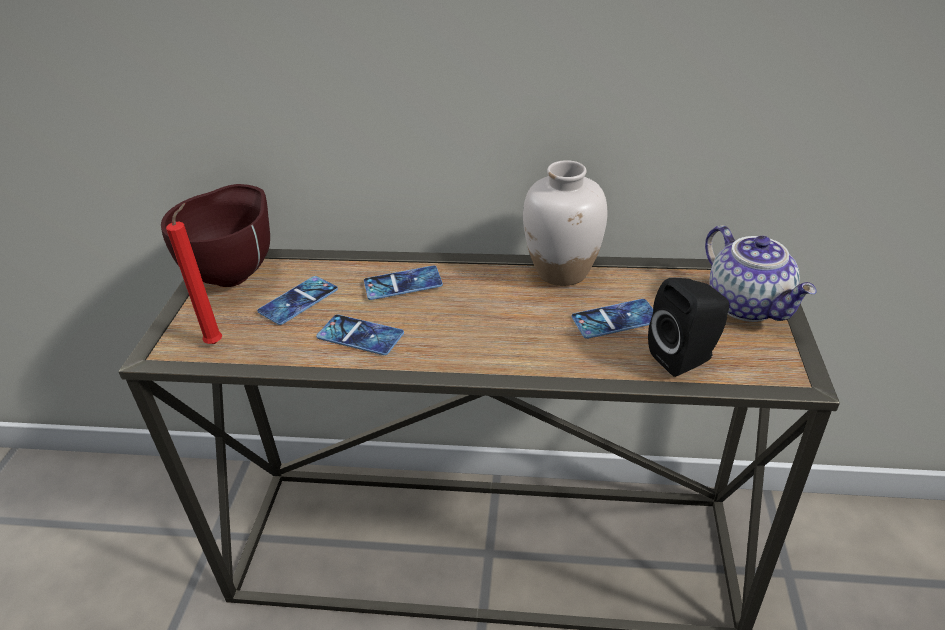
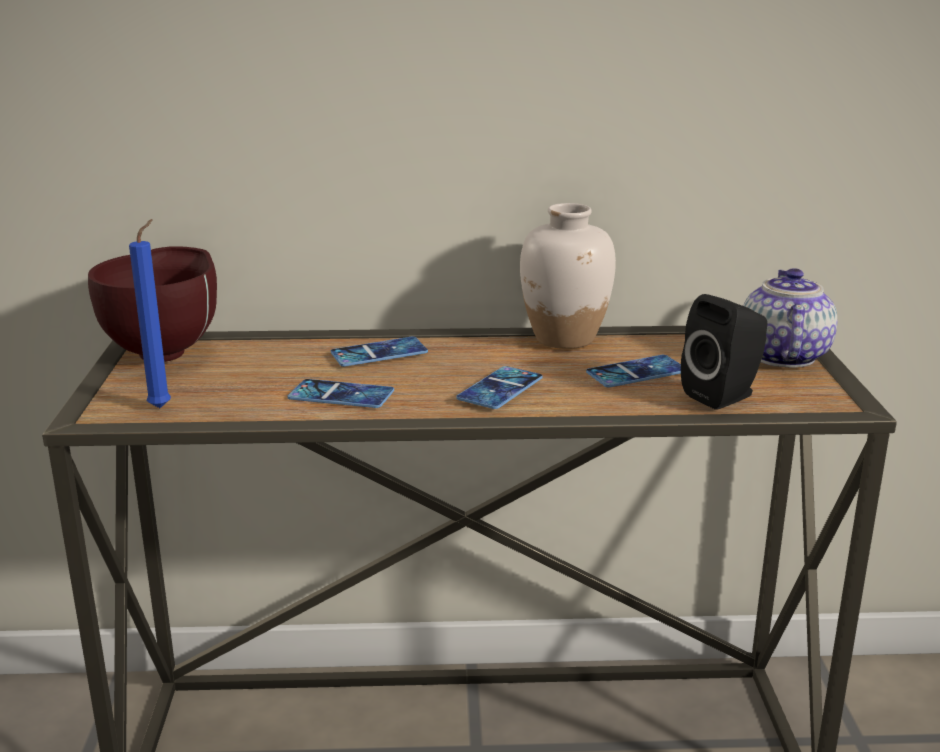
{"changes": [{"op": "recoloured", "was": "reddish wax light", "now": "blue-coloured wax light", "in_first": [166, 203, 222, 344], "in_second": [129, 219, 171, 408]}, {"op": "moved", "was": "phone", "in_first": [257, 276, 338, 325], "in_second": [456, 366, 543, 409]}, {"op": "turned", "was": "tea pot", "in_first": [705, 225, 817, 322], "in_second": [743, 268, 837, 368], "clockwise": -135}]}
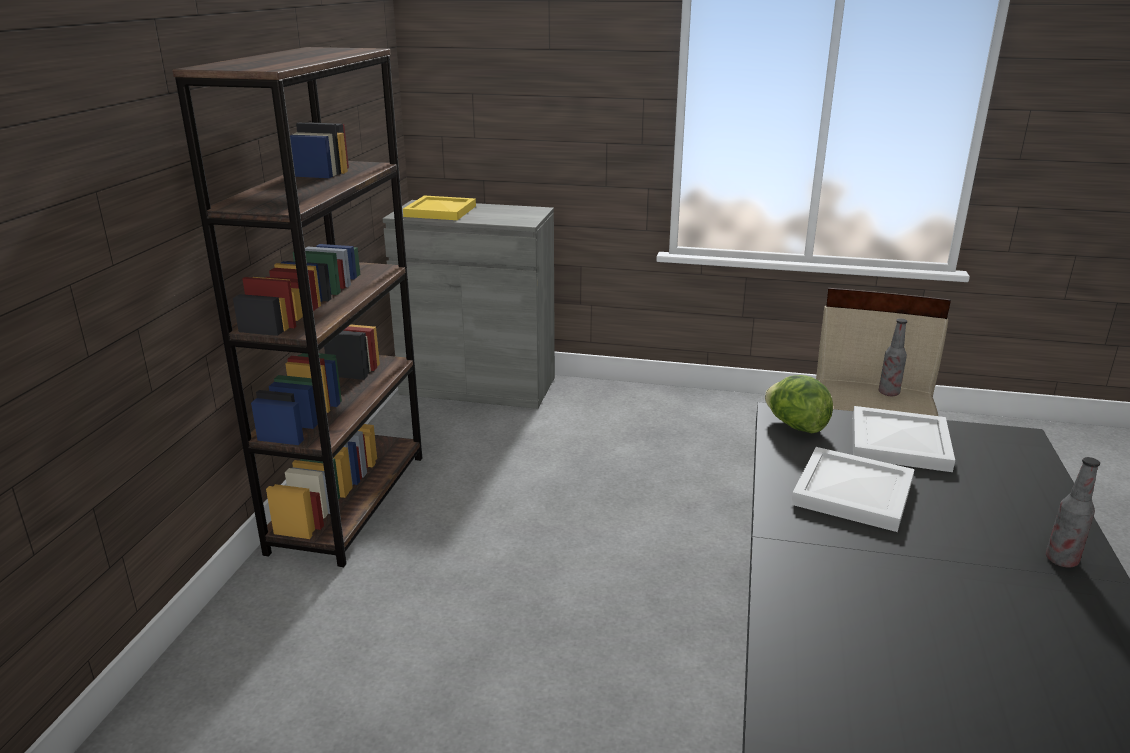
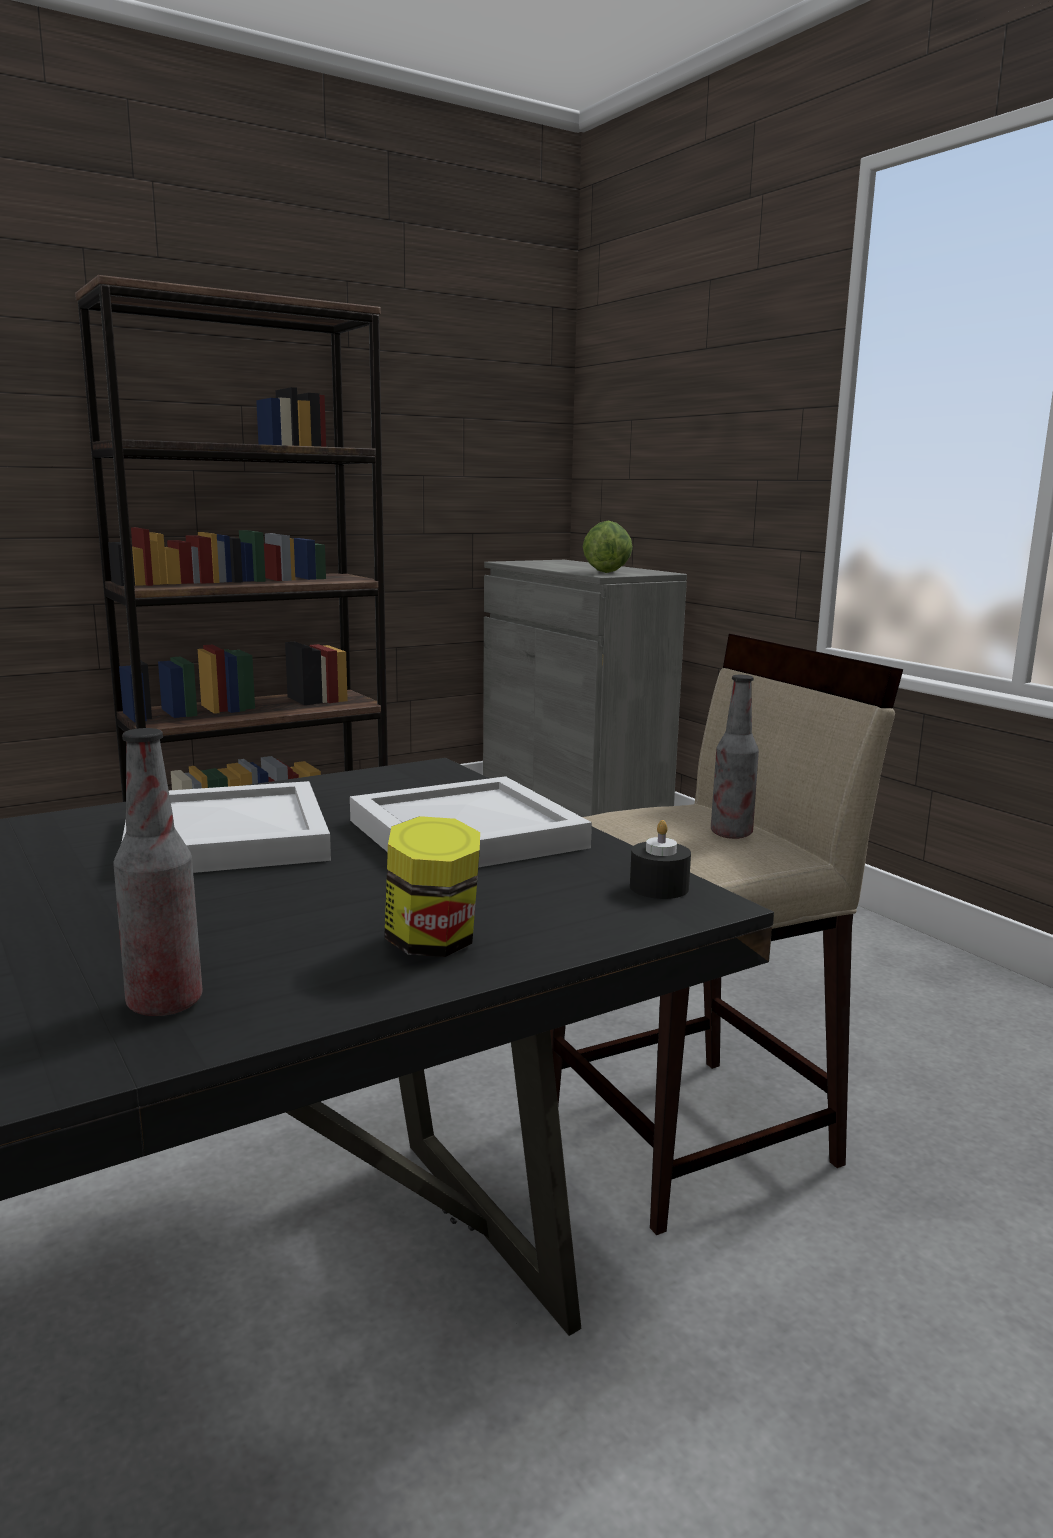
{"changes": [{"op": "added", "now": "jar", "in_second": [384, 816, 480, 957]}, {"op": "moved", "was": "head of lettuce", "in_first": [765, 375, 833, 433], "in_second": [583, 520, 633, 573]}, {"op": "added", "now": "black wax light", "in_second": [630, 820, 691, 899]}, {"op": "removed", "was": "yellowish tray", "in_first": [403, 196, 476, 220]}]}
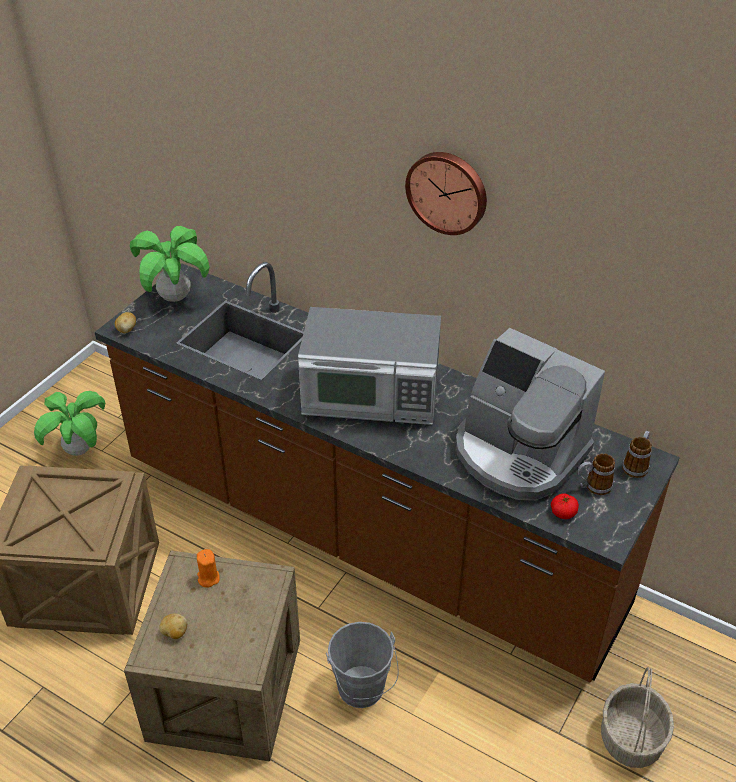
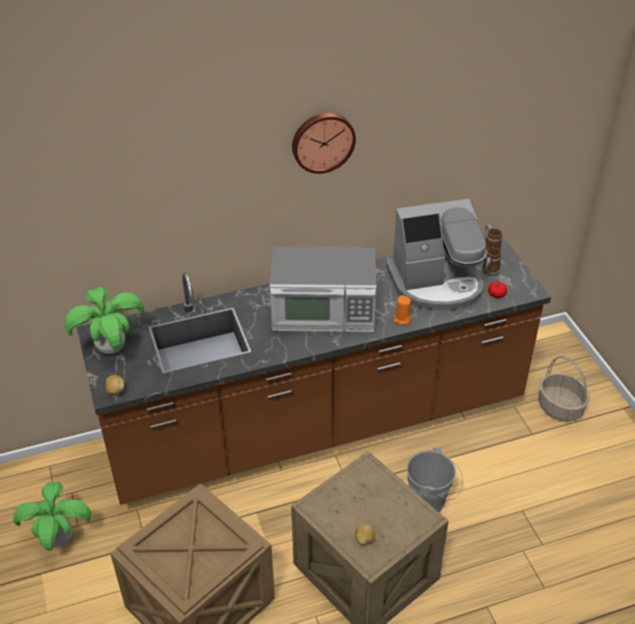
{"changes": [{"op": "turned", "was": "microwave", "in_first": [298, 307, 441, 425], "in_second": [270, 247, 376, 332], "clockwise": 45}, {"op": "moved", "was": "orange-coloured wax light", "in_first": [197, 549, 220, 588], "in_second": [394, 295, 411, 325]}]}
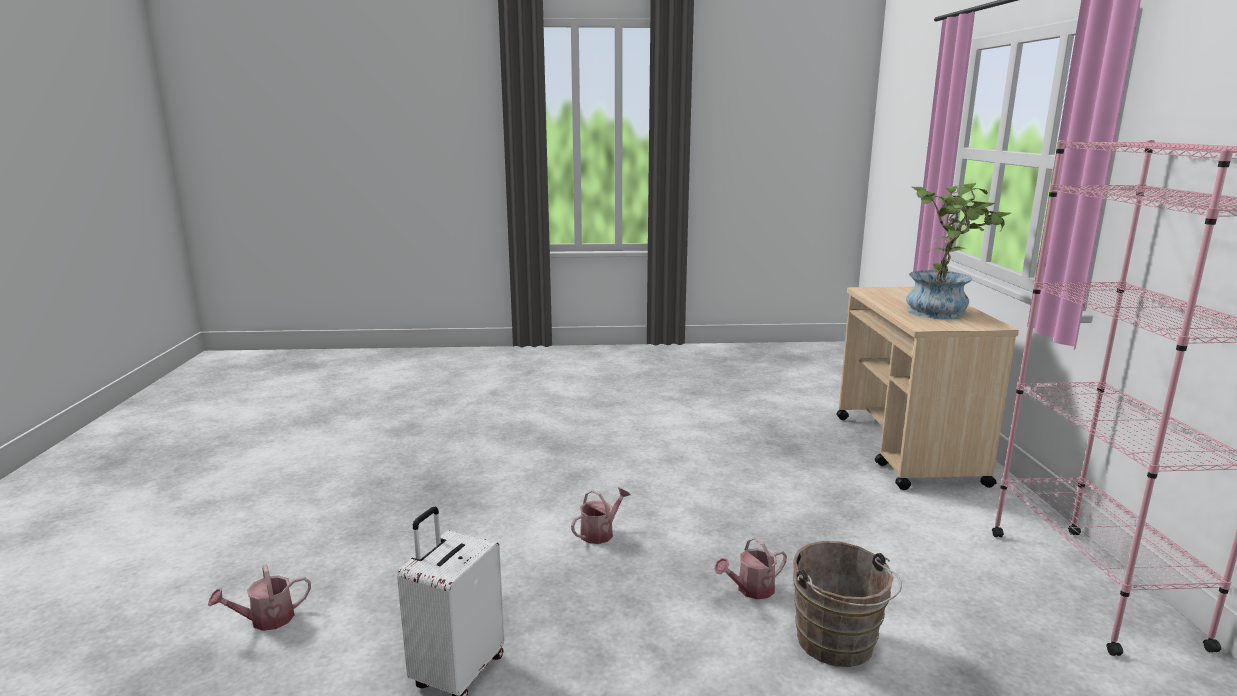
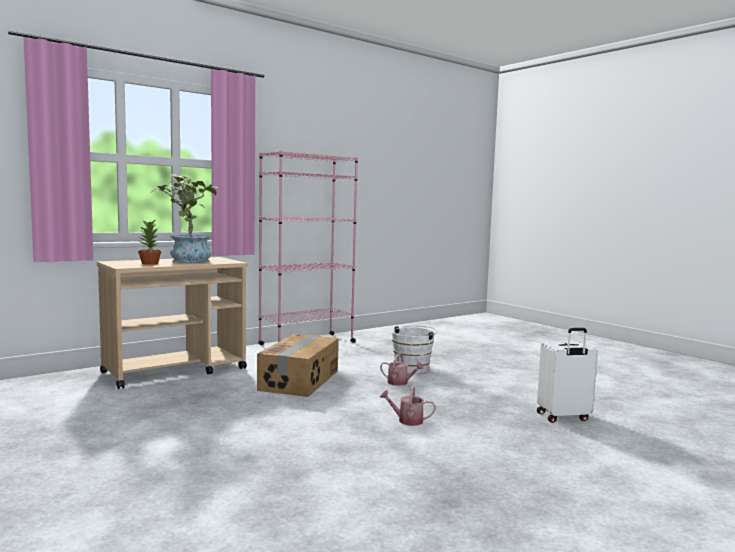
{"changes": [{"op": "added", "now": "plant in a pot", "in_second": [138, 220, 161, 265]}, {"op": "added", "now": "packing box", "in_second": [257, 334, 339, 397]}, {"op": "recoloured", "was": "brown bucket", "now": "white-coloured bucket", "in_first": [793, 541, 902, 667], "in_second": [392, 326, 438, 374]}, {"op": "removed", "was": "sprinkling can", "in_first": [208, 564, 311, 631]}]}
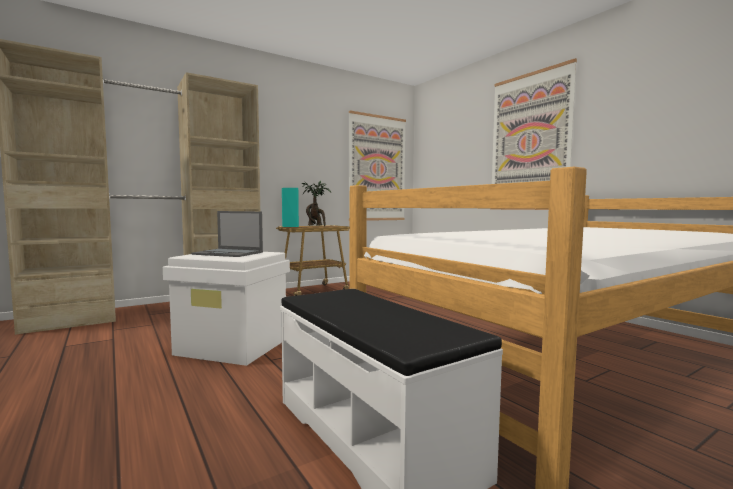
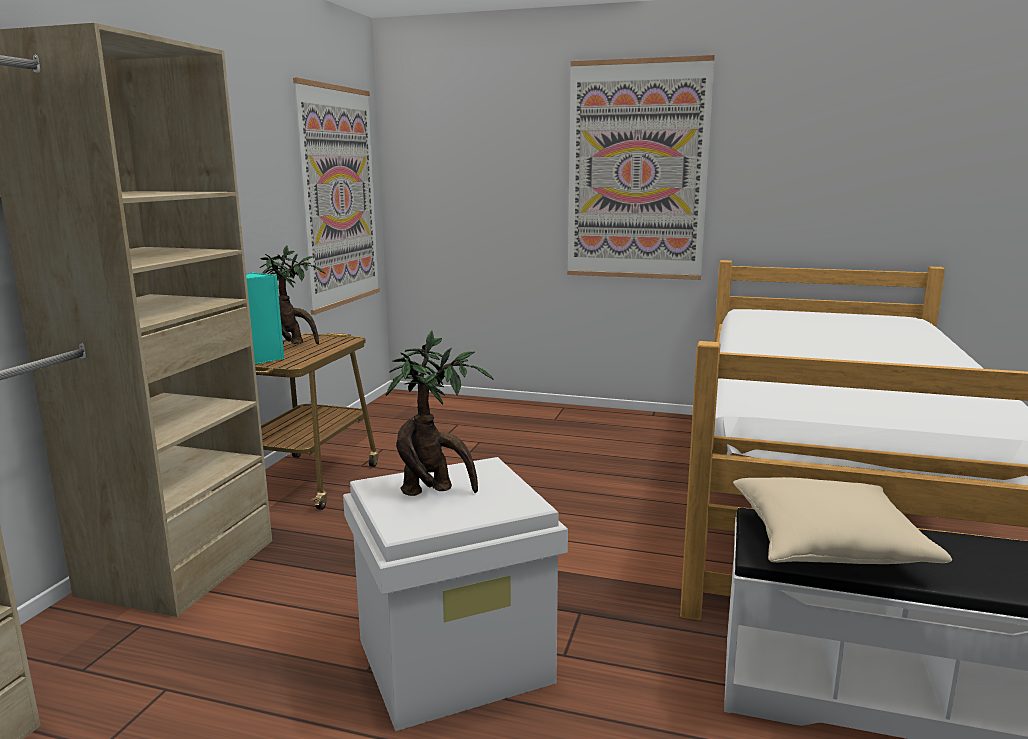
{"changes": [{"op": "replaced", "was": "portable computer", "now": "plant in a pot", "in_first": [191, 211, 263, 257], "in_second": [386, 330, 493, 496]}, {"op": "added", "now": "beige-coloured pillow", "in_second": [733, 477, 952, 564]}]}
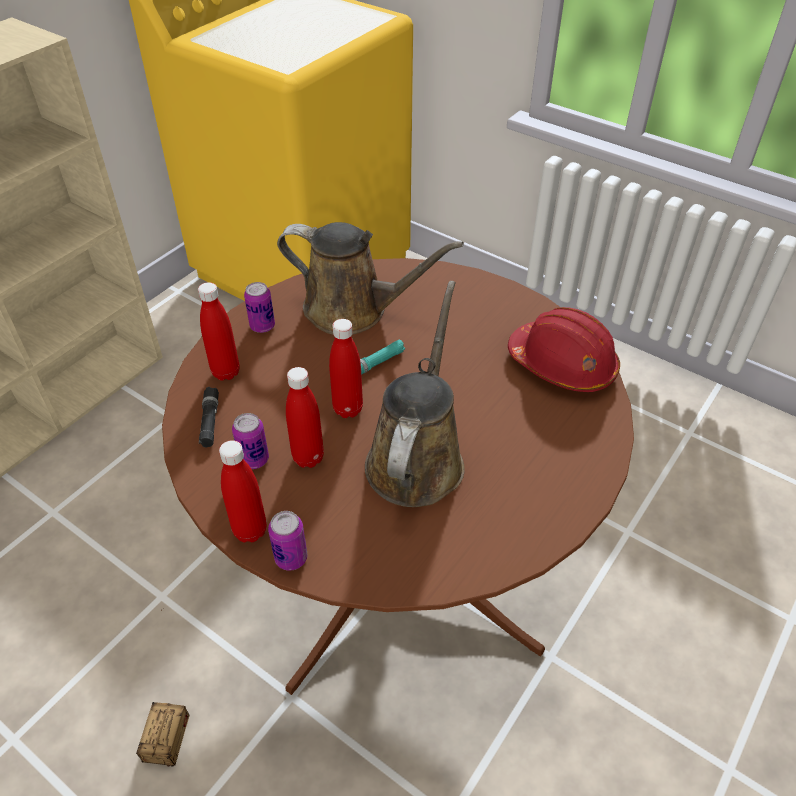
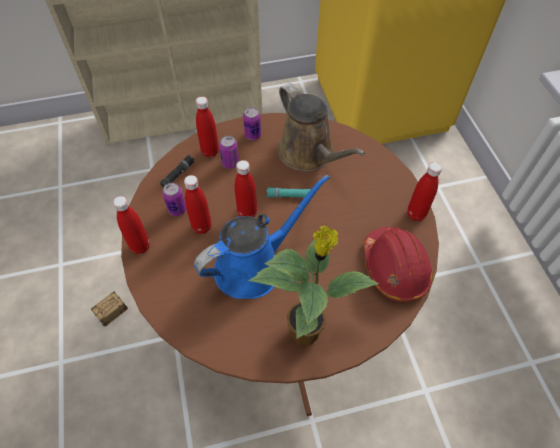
{"changes": [{"op": "recoloured", "was": "brown sprinkling can", "now": "blue-coloured sprinkling can", "in_first": [365, 281, 465, 507], "in_second": [194, 175, 330, 299]}, {"op": "moved", "was": "sealed can", "in_first": [268, 511, 307, 571], "in_second": [219, 136, 239, 169]}, {"op": "added", "now": "plant in a pot", "in_second": [248, 226, 379, 346]}, {"op": "added", "now": "reddish beverage bottle", "in_second": [407, 162, 442, 221]}]}
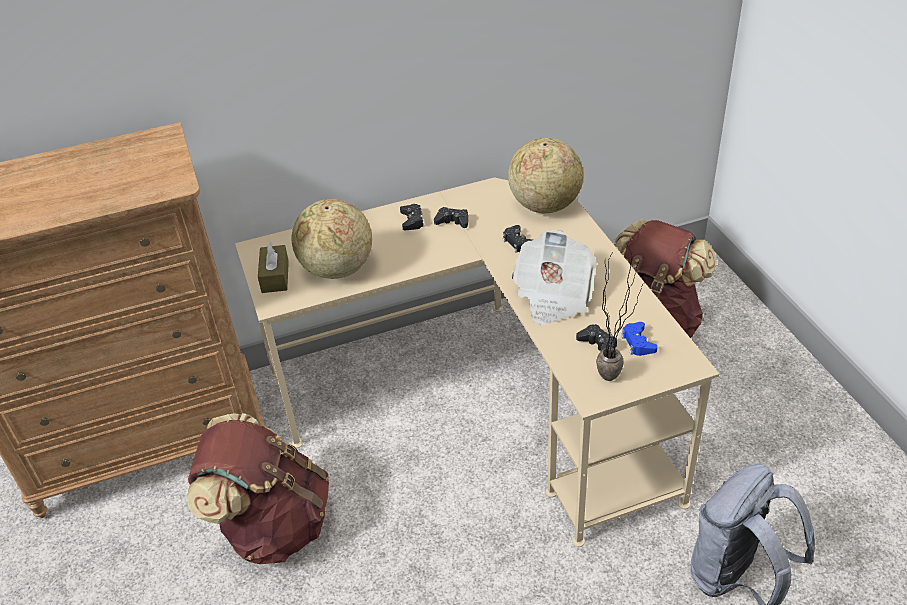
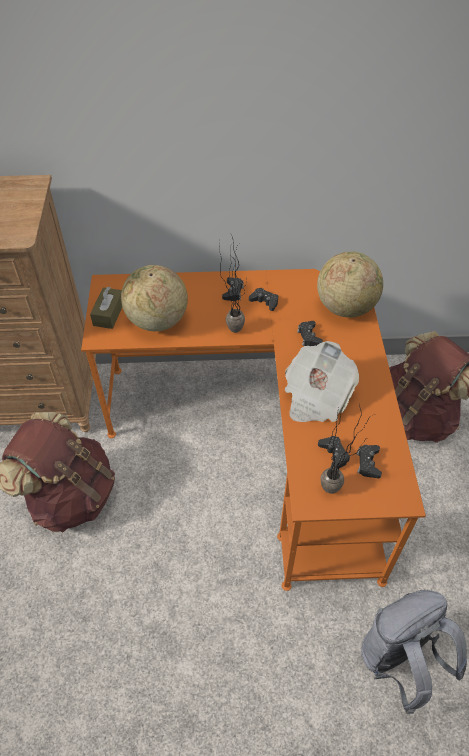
{"changes": [{"op": "recoloured", "was": "beige-coloured desk table", "now": "orange-coloured desk table", "in_first": [235, 177, 719, 547], "in_second": [81, 269, 426, 591]}, {"op": "added", "now": "plant in a pot", "in_second": [219, 234, 245, 333]}, {"op": "recoloured", "was": "blue-coloured joypad", "now": "black joypad", "in_first": [621, 322, 658, 356], "in_second": [357, 445, 382, 478]}]}
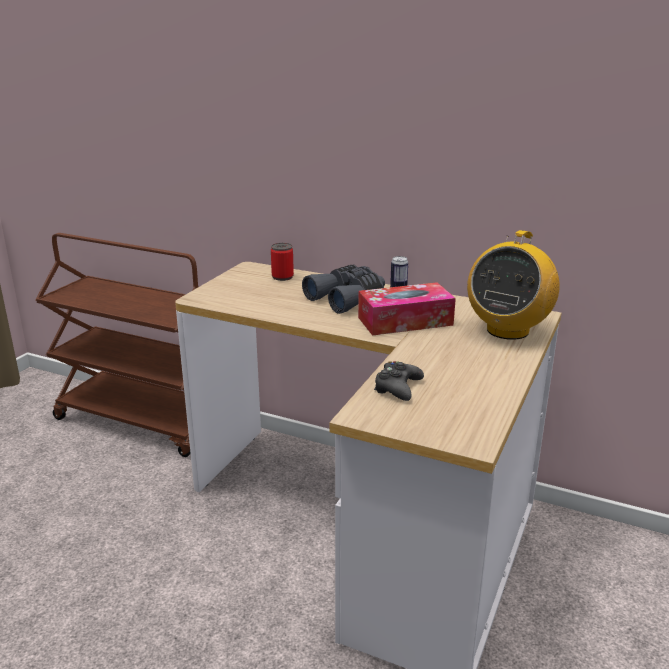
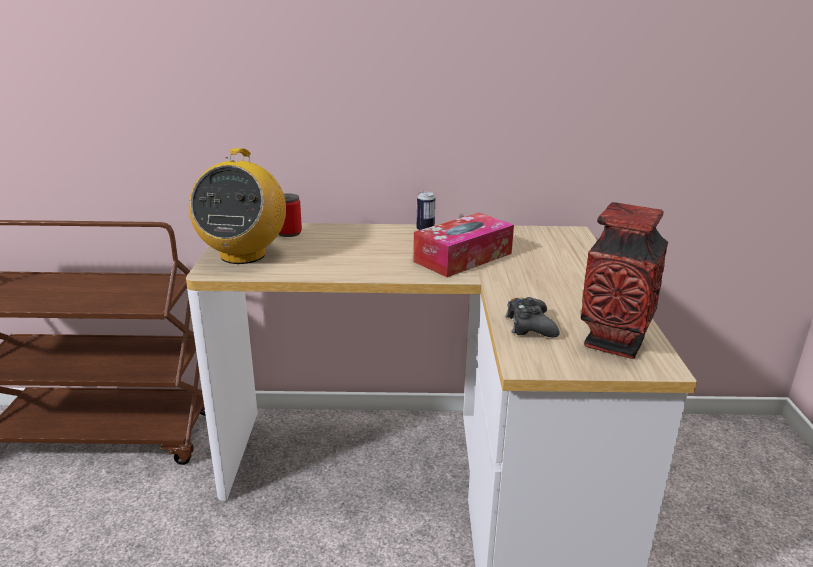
{"changes": [{"op": "moved", "was": "radio receiver", "in_first": [467, 230, 560, 340], "in_second": [189, 148, 286, 264]}, {"op": "added", "now": "decorative vase", "in_second": [581, 202, 668, 359]}, {"op": "removed", "was": "gray pair of binoculars", "in_first": [302, 265, 385, 314]}]}
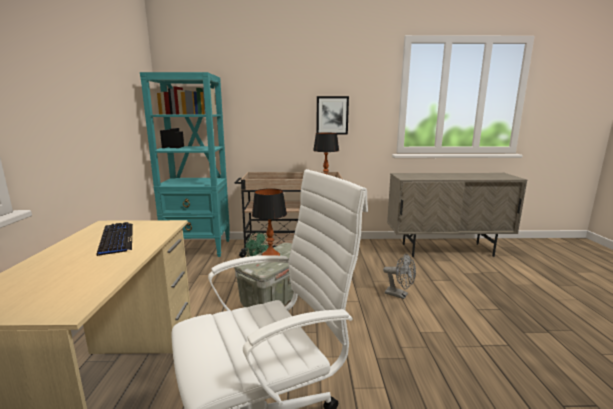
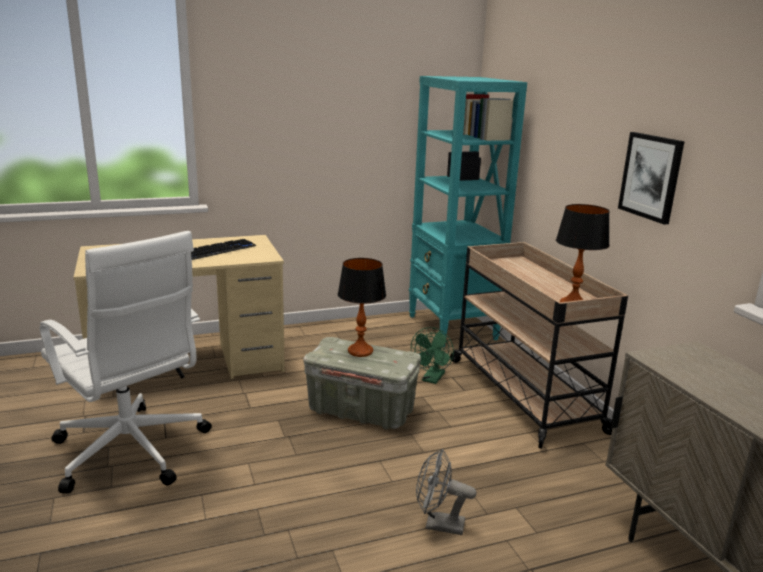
{"changes": [{"op": "turned", "was": "gray electric fan", "in_first": [383, 254, 416, 299], "in_second": [416, 449, 476, 535], "clockwise": 90}]}
